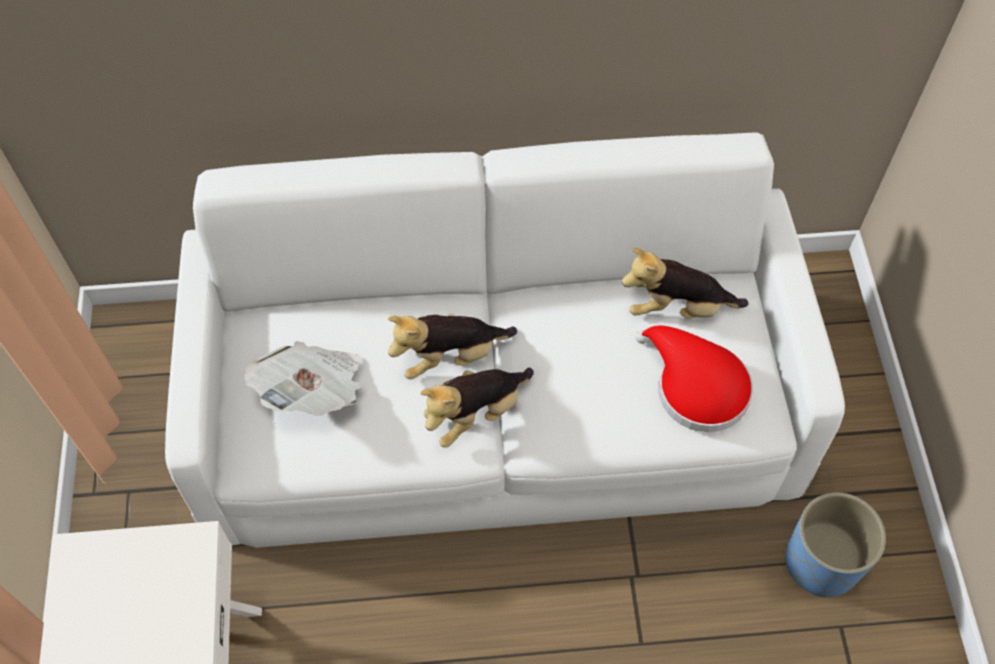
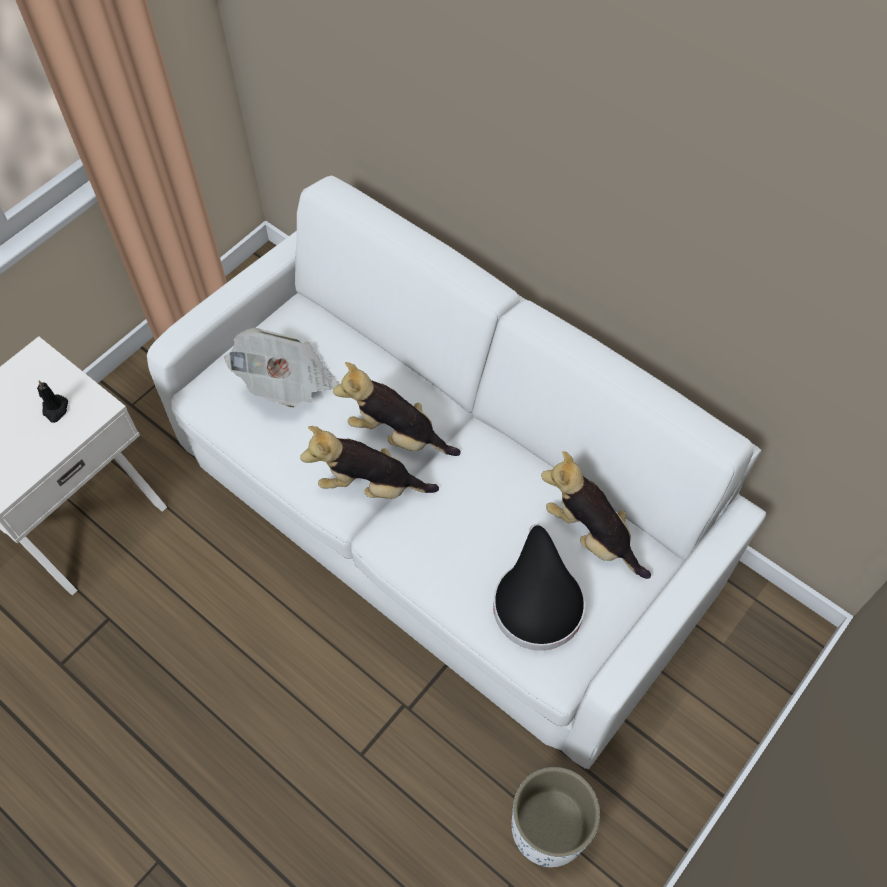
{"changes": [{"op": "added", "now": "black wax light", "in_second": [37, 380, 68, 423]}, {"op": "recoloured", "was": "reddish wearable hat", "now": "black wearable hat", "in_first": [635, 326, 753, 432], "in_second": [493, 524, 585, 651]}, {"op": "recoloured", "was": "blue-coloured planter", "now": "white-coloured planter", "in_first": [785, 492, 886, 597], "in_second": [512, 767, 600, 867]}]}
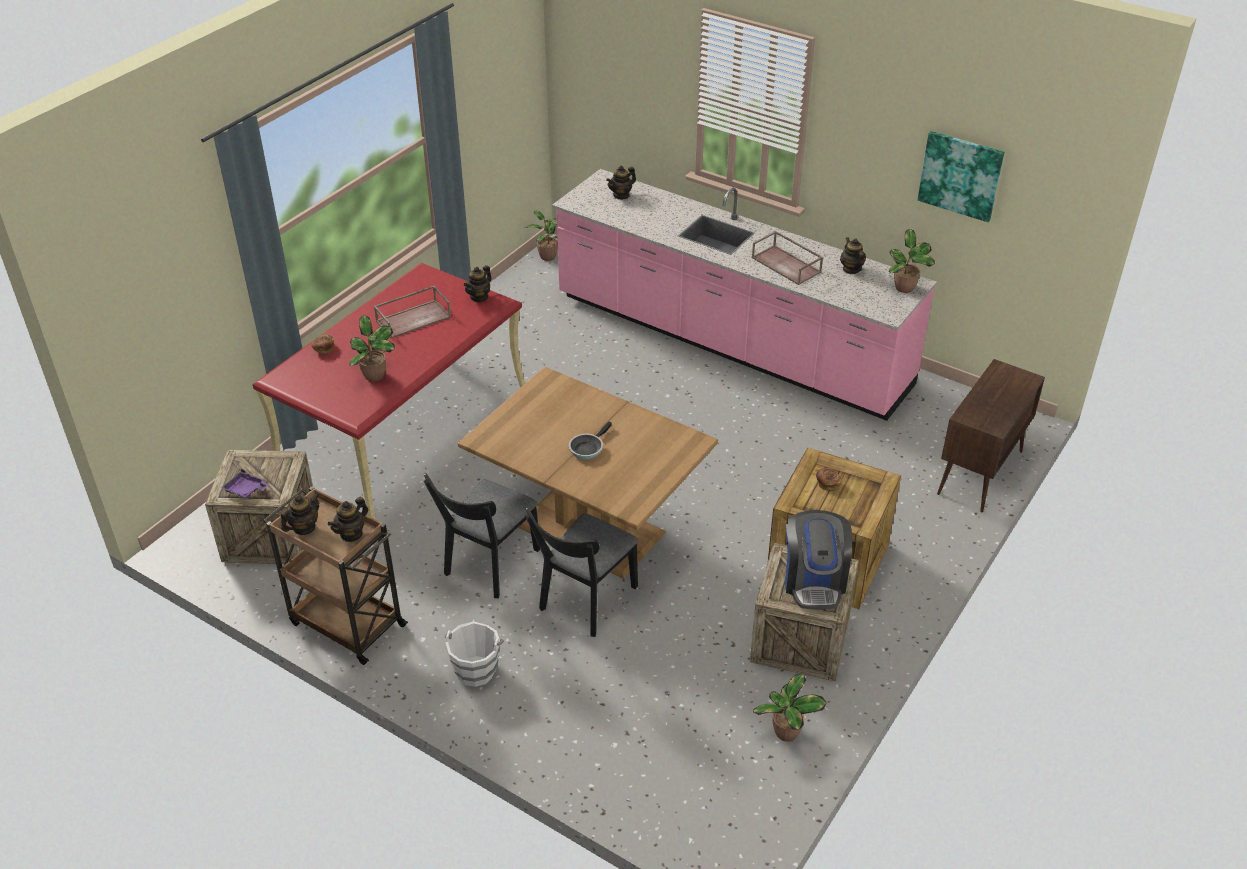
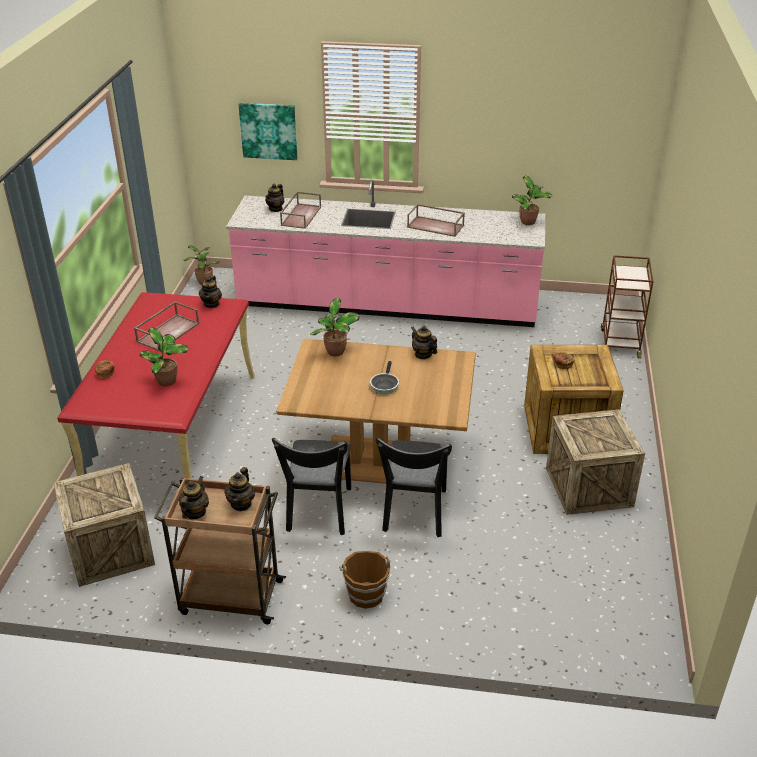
{"changes": [{"op": "moved", "was": "wall art", "in_first": [918, 131, 1004, 222], "in_second": [239, 103, 298, 160]}, {"op": "added", "now": "brown tray", "in_second": [280, 191, 321, 229]}, {"op": "moved", "was": "plant in a pot", "in_first": [753, 674, 827, 742], "in_second": [310, 298, 359, 356]}, {"op": "recoloured", "was": "white-coloured bucket", "now": "brown bucket", "in_first": [445, 621, 504, 687], "in_second": [339, 551, 390, 609]}, {"op": "moved", "was": "tea pot", "in_first": [840, 237, 866, 274], "in_second": [411, 326, 437, 359]}, {"op": "replaced", "was": "brown cabinet", "now": "brown trolley", "in_first": [937, 359, 1045, 512], "in_second": [601, 255, 654, 359]}, {"op": "removed", "was": "purple tray", "in_first": [222, 469, 269, 498]}, {"op": "removed", "was": "coffee brewer", "in_first": [785, 510, 852, 609]}]}
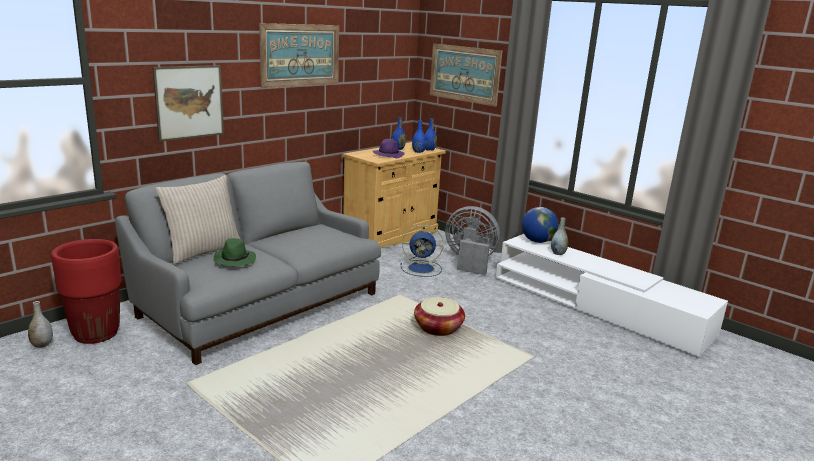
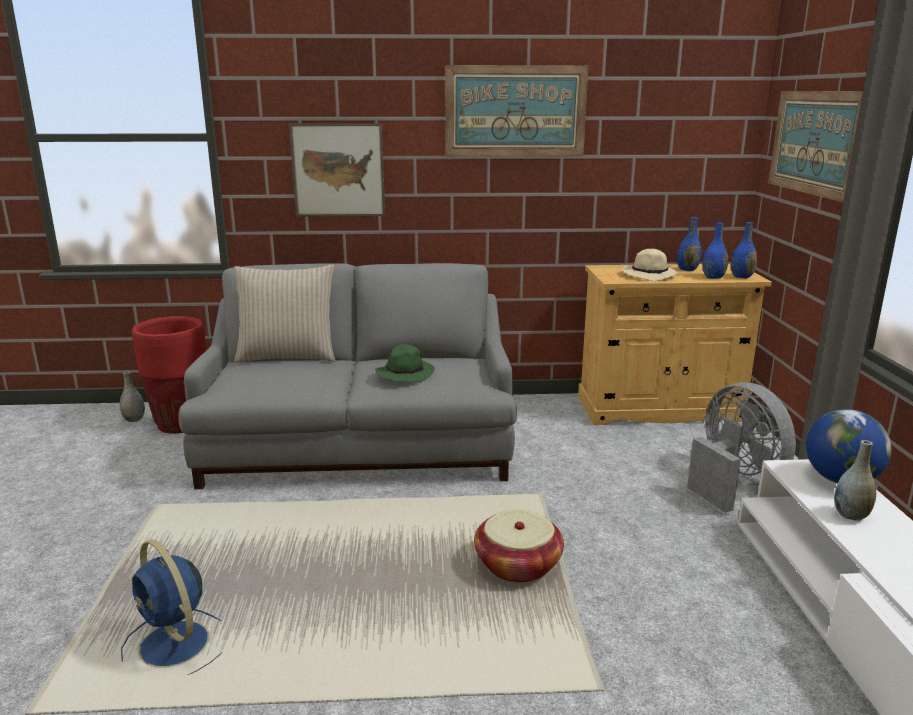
{"changes": [{"op": "moved", "was": "blue-coloured electric fan", "in_first": [400, 225, 443, 277], "in_second": [121, 540, 223, 675]}, {"op": "moved", "was": "greenish wearable hat", "in_first": [214, 238, 256, 266], "in_second": [375, 344, 435, 382]}, {"op": "recoloured", "was": "purple wearable hat", "now": "beige-coloured wearable hat", "in_first": [373, 139, 405, 158], "in_second": [622, 249, 678, 281]}]}
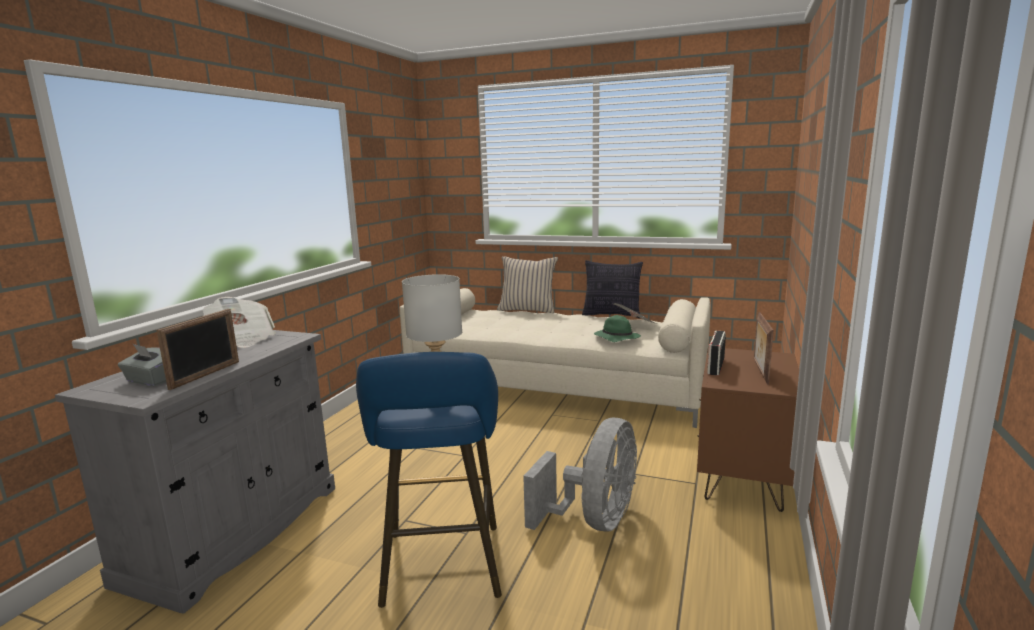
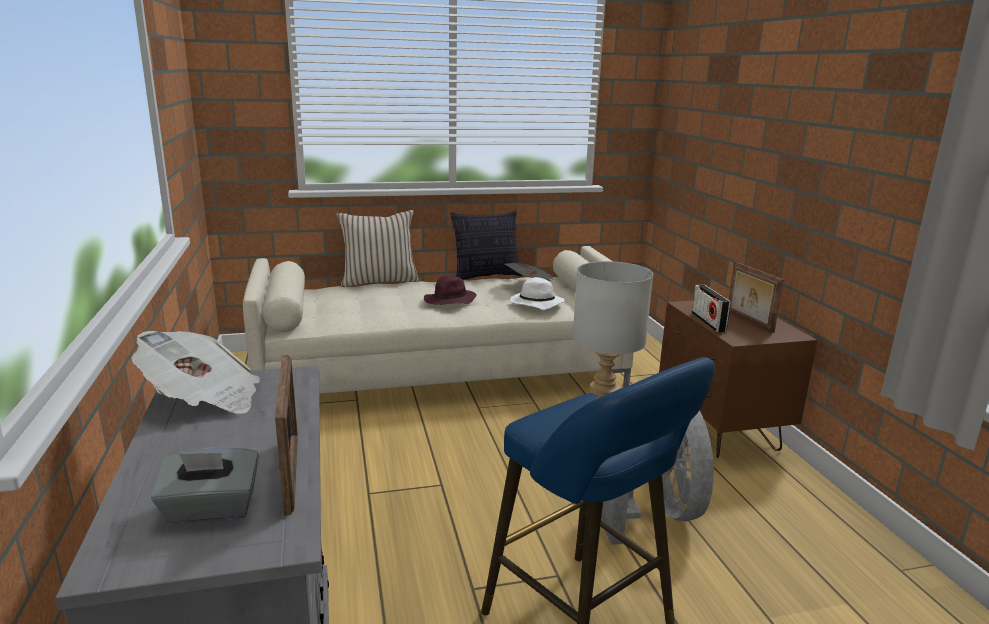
{"changes": [{"op": "added", "now": "purple wearable hat", "in_second": [424, 275, 476, 305]}, {"op": "recoloured", "was": "greenish wearable hat", "now": "white-coloured wearable hat", "in_first": [594, 315, 641, 342], "in_second": [510, 277, 564, 310]}]}
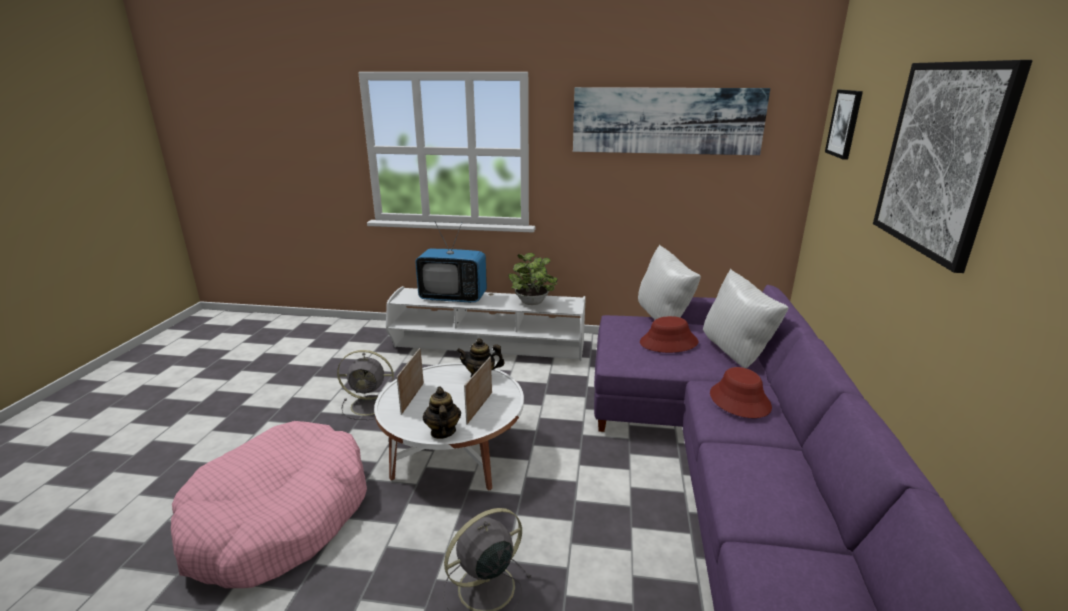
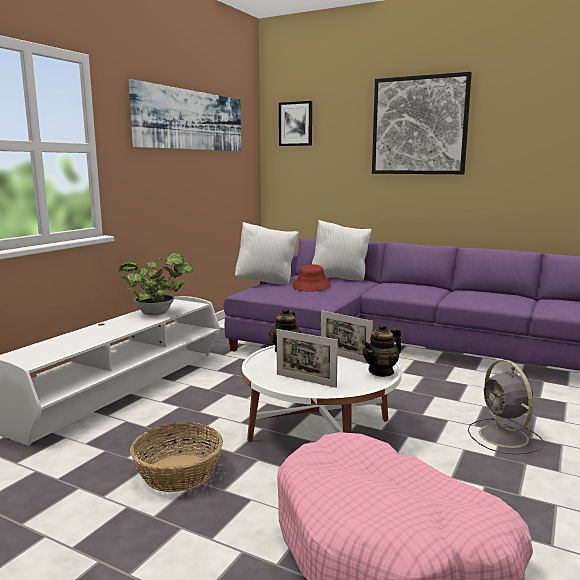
{"changes": [{"op": "replaced", "was": "gray electric fan", "now": "basket", "in_first": [337, 350, 394, 420], "in_second": [130, 423, 223, 492]}, {"op": "turned", "was": "tea pot", "in_first": [422, 387, 461, 439], "in_second": [362, 323, 401, 377], "clockwise": -45}, {"op": "removed", "was": "TV set", "in_first": [415, 221, 487, 303]}, {"op": "removed", "was": "reddish wearable hat", "in_first": [710, 367, 772, 418]}]}
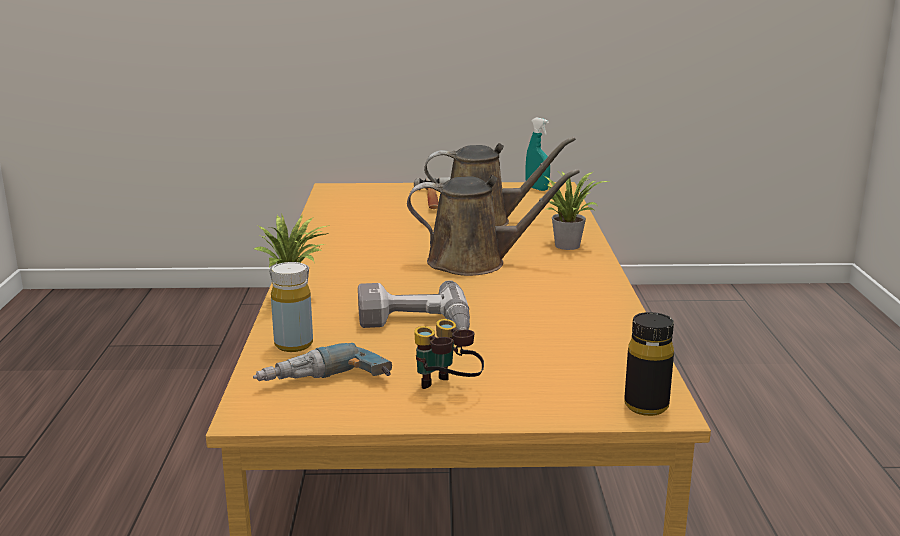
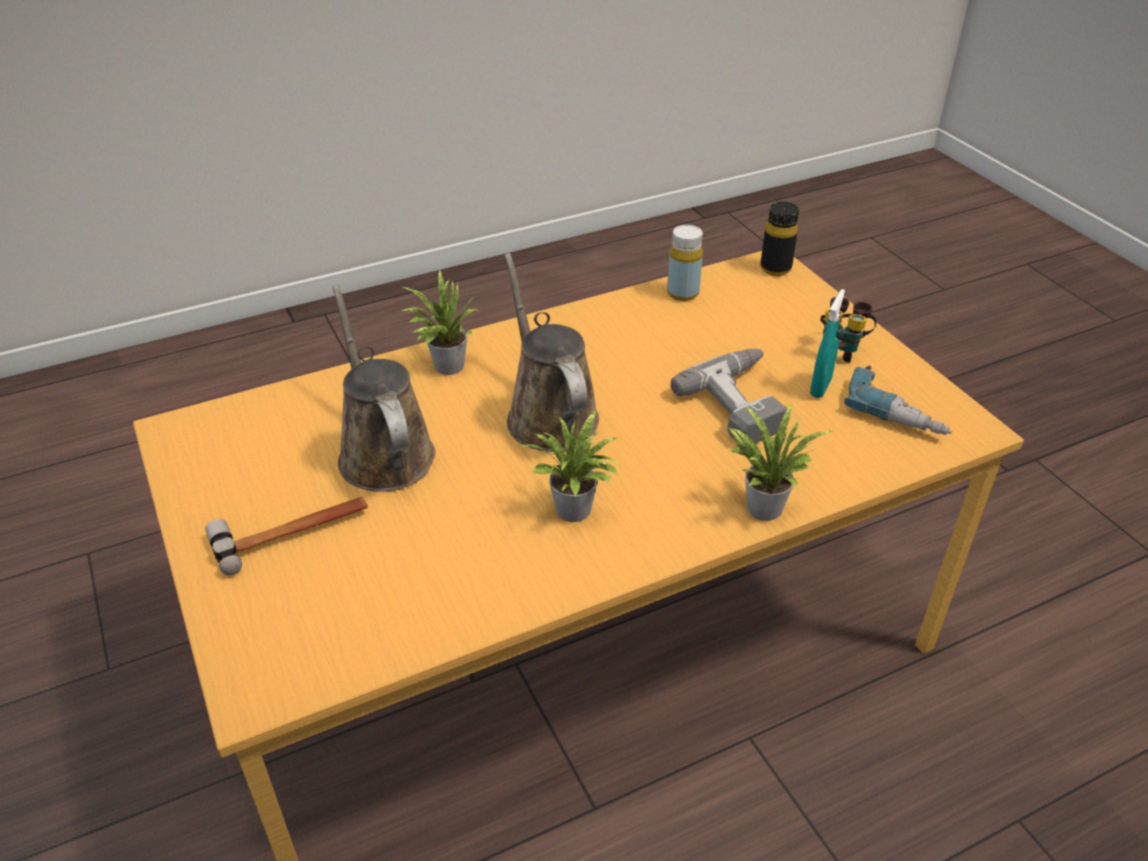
{"changes": [{"op": "added", "now": "plant in a pot", "in_second": [517, 410, 623, 522]}, {"op": "moved", "was": "yellowish beverage bottle", "in_first": [271, 262, 313, 352], "in_second": [667, 225, 703, 301]}, {"op": "moved", "was": "blue-green sprayer", "in_first": [525, 117, 550, 191], "in_second": [810, 289, 845, 398]}]}
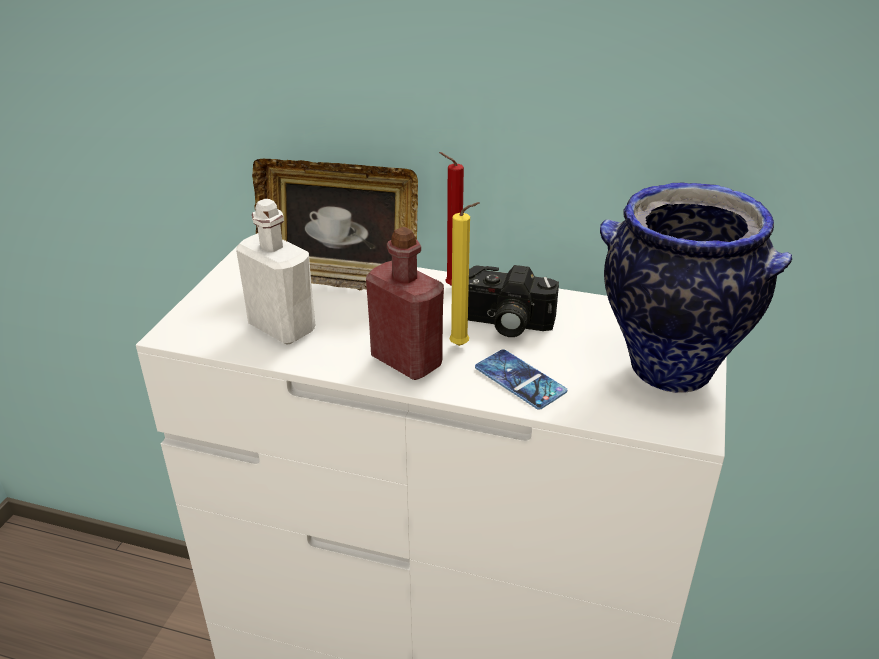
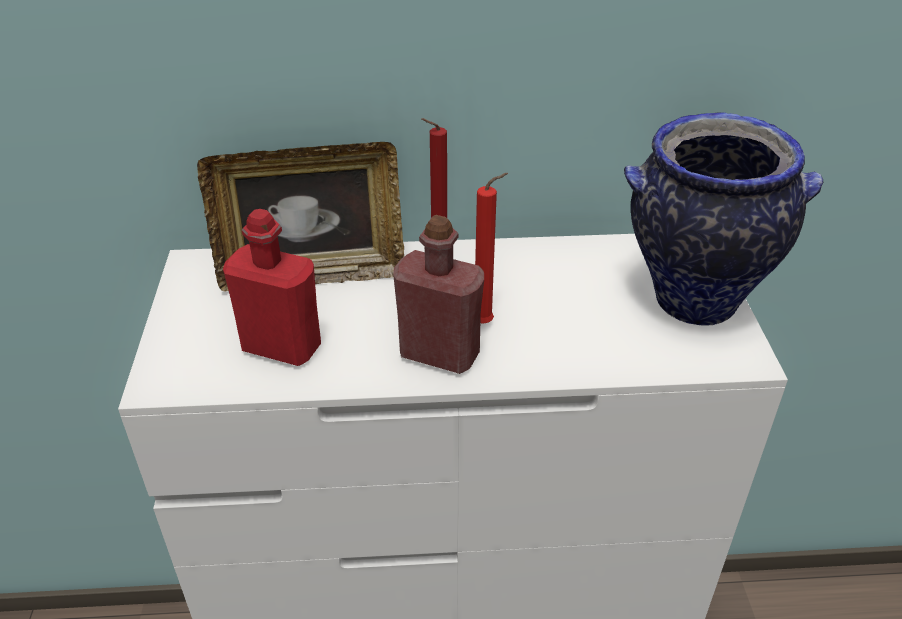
{"changes": [{"op": "recoloured", "was": "white-coloured beverage bottle", "now": "reddish beverage bottle", "in_first": [236, 199, 315, 345], "in_second": [223, 209, 321, 366]}, {"op": "recoloured", "was": "yellowish wax light", "now": "reddish wax light", "in_first": [449, 202, 480, 346], "in_second": [475, 173, 508, 324]}, {"op": "removed", "was": "still camera", "in_first": [468, 265, 559, 337]}, {"op": "removed", "was": "phone", "in_first": [475, 349, 567, 410]}]}
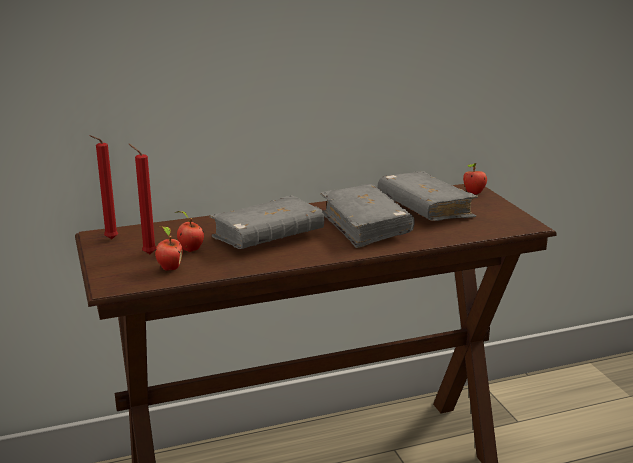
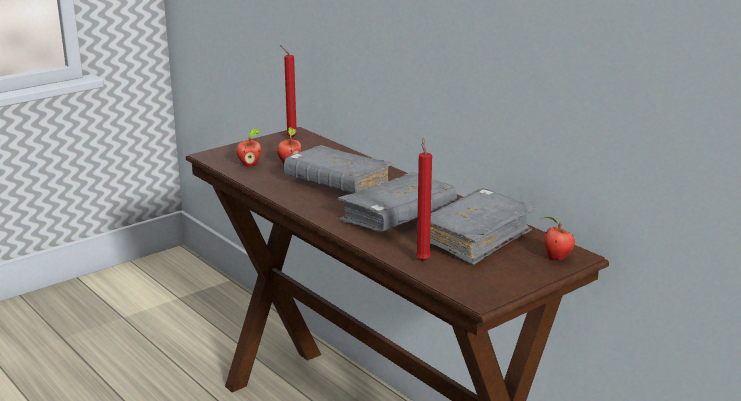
{"changes": [{"op": "moved", "was": "reddish wax light", "in_first": [129, 144, 156, 254], "in_second": [415, 138, 432, 261]}]}
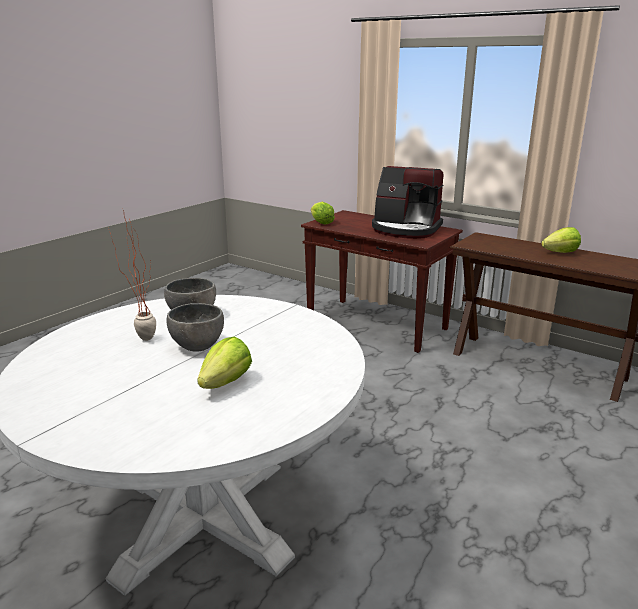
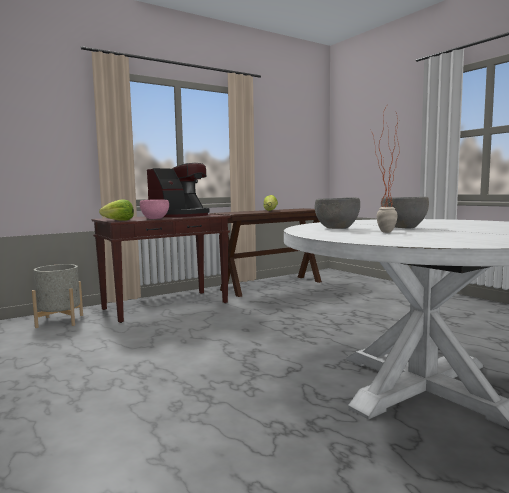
{"changes": [{"op": "added", "now": "gray planter", "in_second": [32, 264, 83, 328]}, {"op": "added", "now": "pink-coloured deep dish", "in_second": [140, 200, 169, 219]}, {"op": "removed", "was": "head of lettuce", "in_first": [197, 336, 252, 389]}]}
